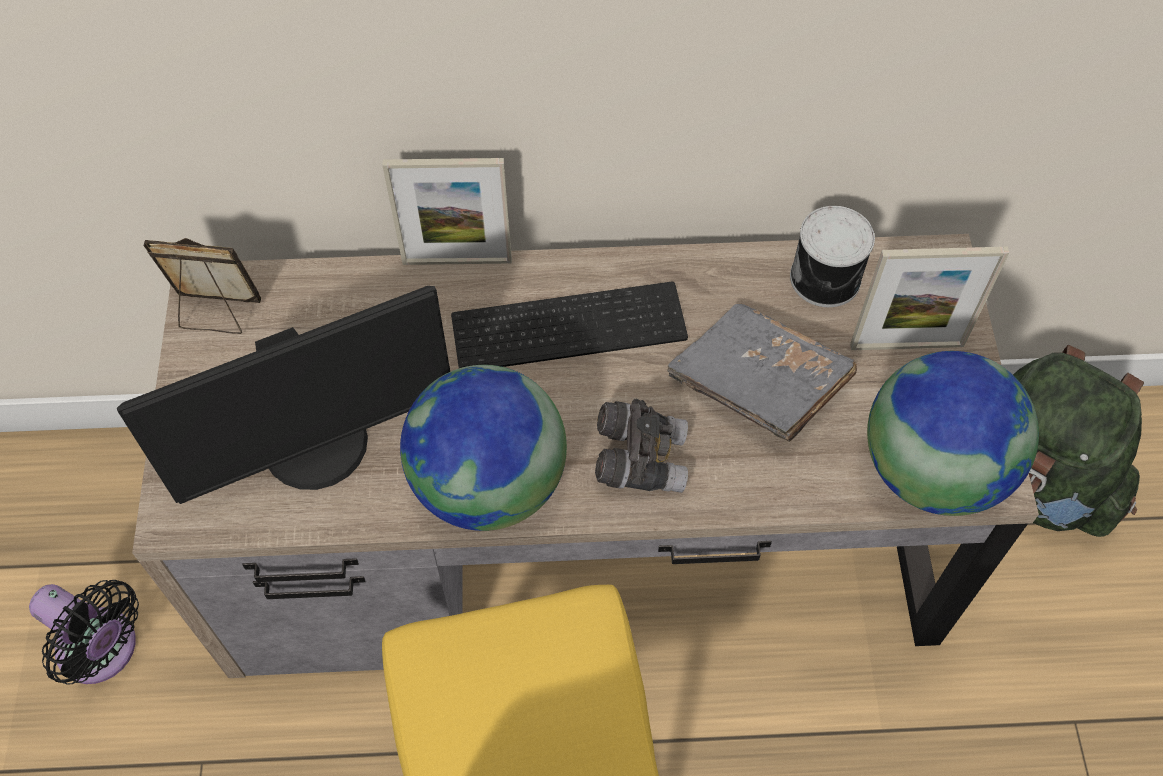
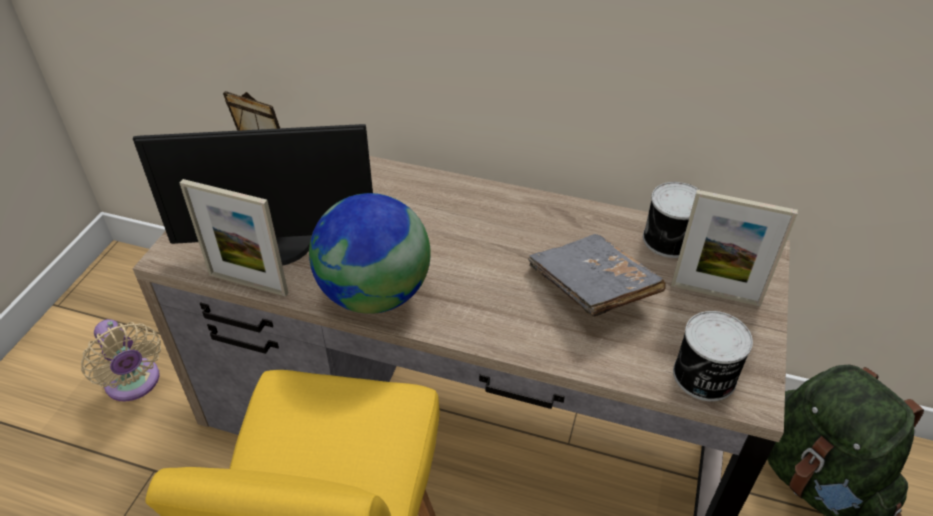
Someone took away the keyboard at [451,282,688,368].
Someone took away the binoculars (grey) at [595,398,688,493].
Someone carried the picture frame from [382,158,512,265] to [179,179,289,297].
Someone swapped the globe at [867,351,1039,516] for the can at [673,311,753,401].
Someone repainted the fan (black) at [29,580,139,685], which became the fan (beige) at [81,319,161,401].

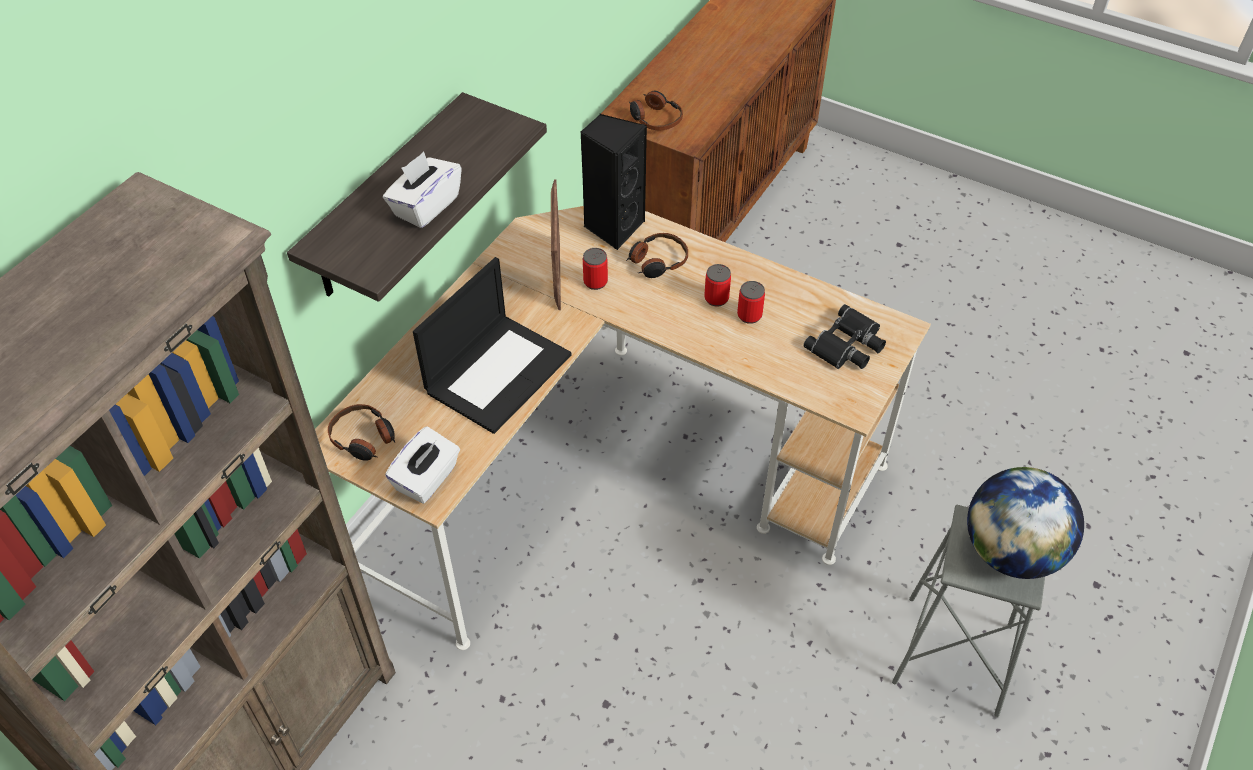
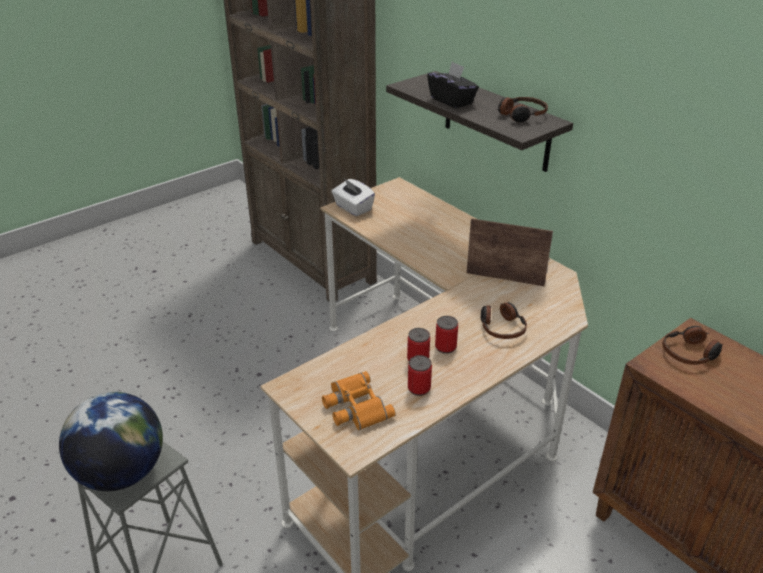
Someone took away the laptop at [413,257,571,434].
Someone took away the speaker (black) at [580,113,647,250].
Someone carried the headphones from [328,404,396,461] to [496,97,548,123].
Someone carried the can from [583,248,608,290] to [408,355,432,396].
Someone repainted the tissue box (white) at [383,152,462,228], which became the tissue box (black) at [427,62,479,108].
Someone repainted the binoculars (black) at [803,304,886,369], which became the binoculars (orange) at [322,371,396,430].

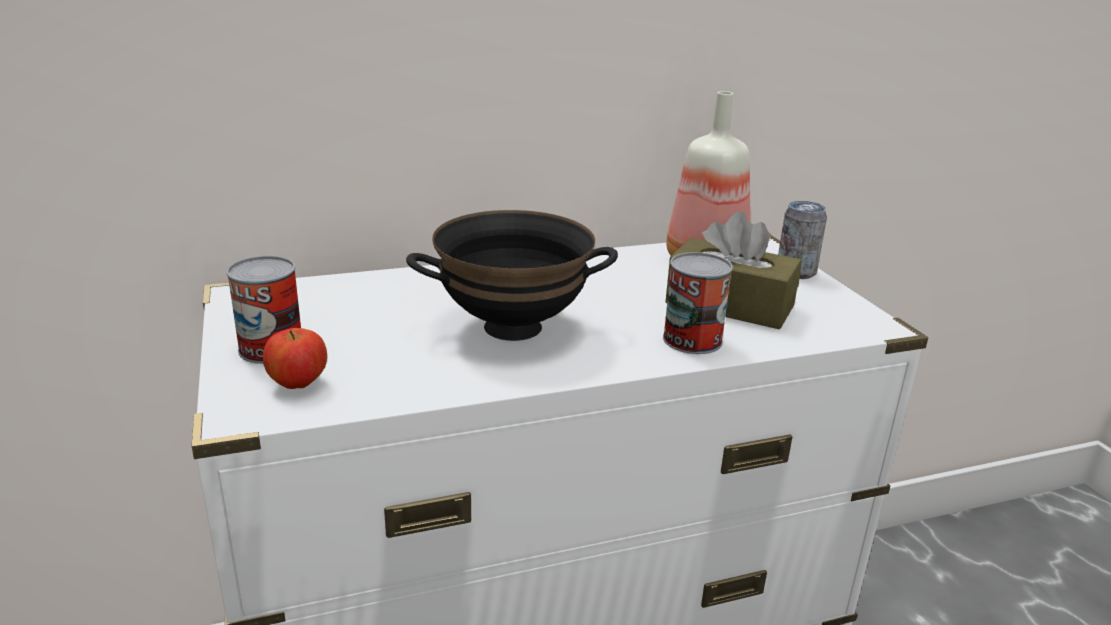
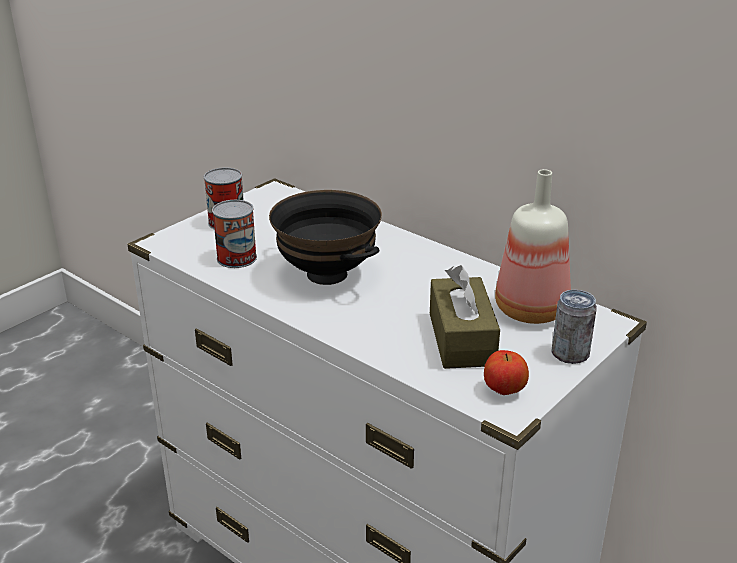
Someone carried the apple from [263,328,327,389] to [484,350,529,395].
Someone carried the can from [663,252,733,354] to [212,200,257,268].

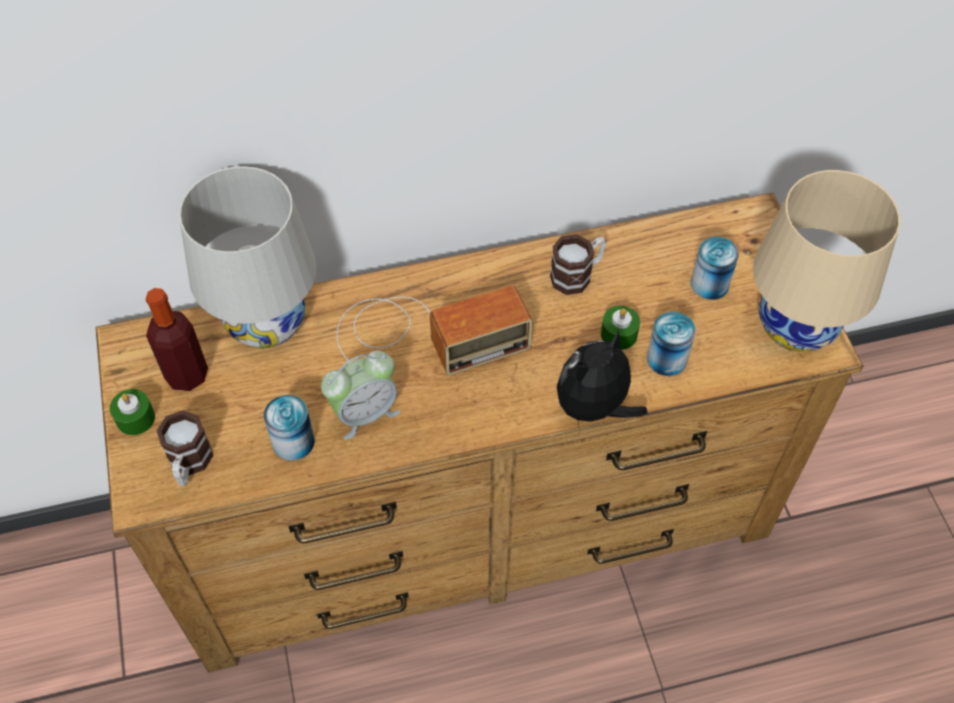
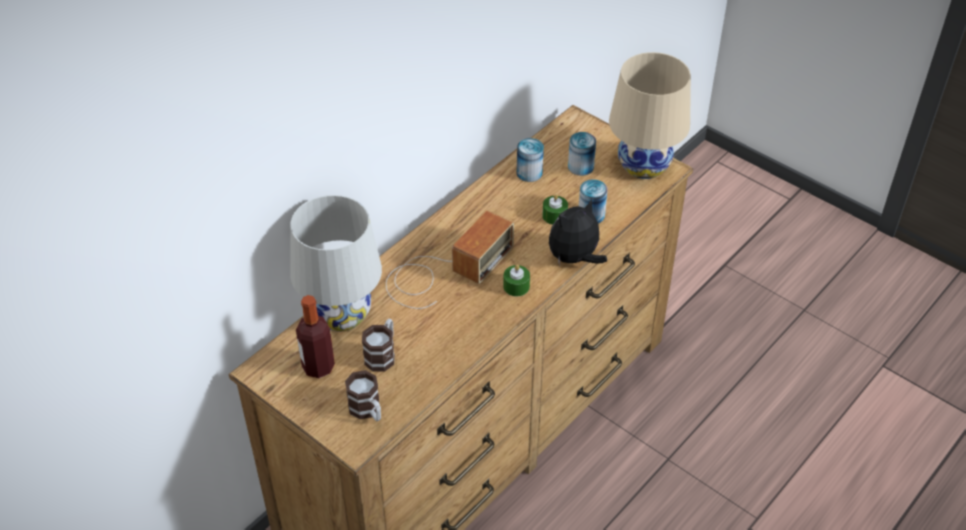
Someone took away the alarm clock at [321,351,400,440].
Someone carried the candle (green) from [110,389,155,435] to [503,265,530,296].
Someone carried the can from [264,395,315,461] to [517,138,544,182].
Someone carried the mug from [550,234,606,295] to [362,319,395,372].
Someone rotated the plush toy at [557,329,647,431] by 45 degrees clockwise.

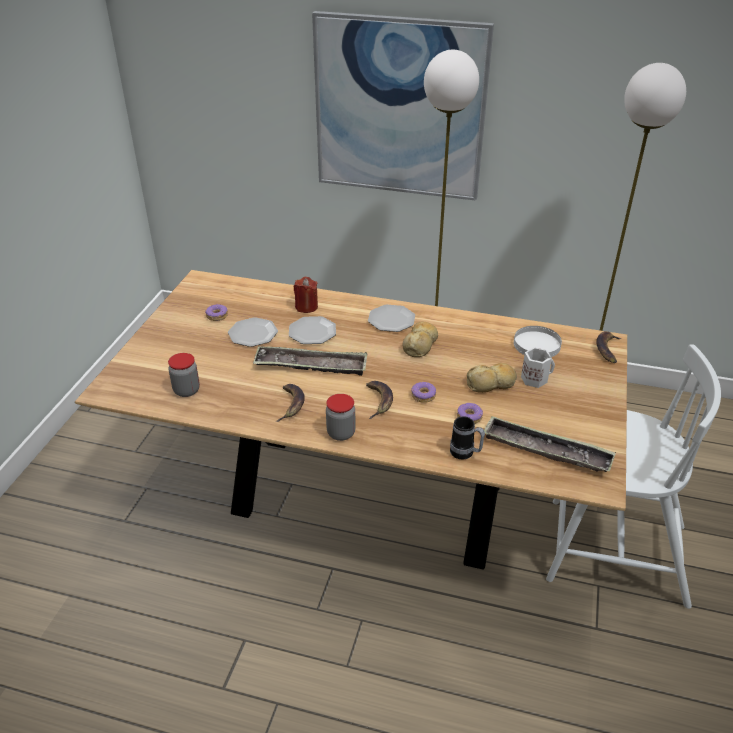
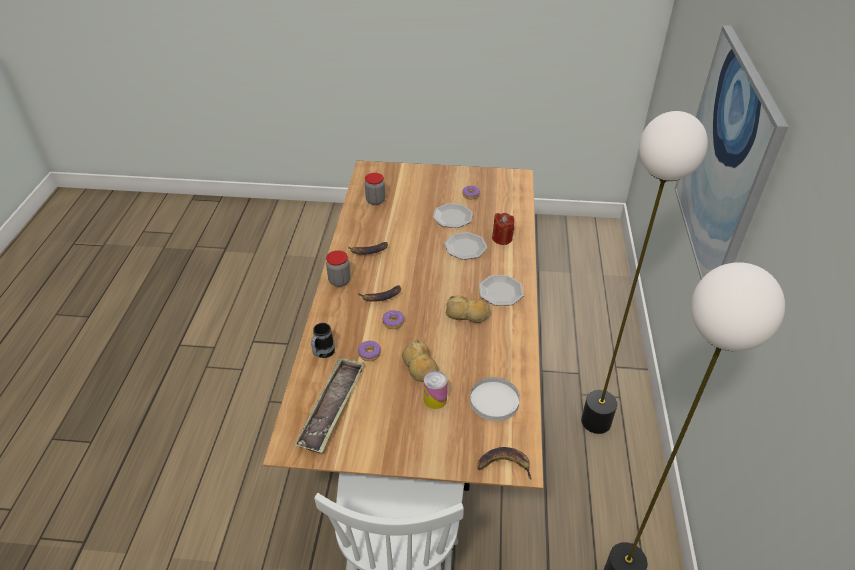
Someone took away the tray at [253,346,368,376].
Someone swapped the mug (white) at [521,347,555,388] for the can at [424,371,447,409].

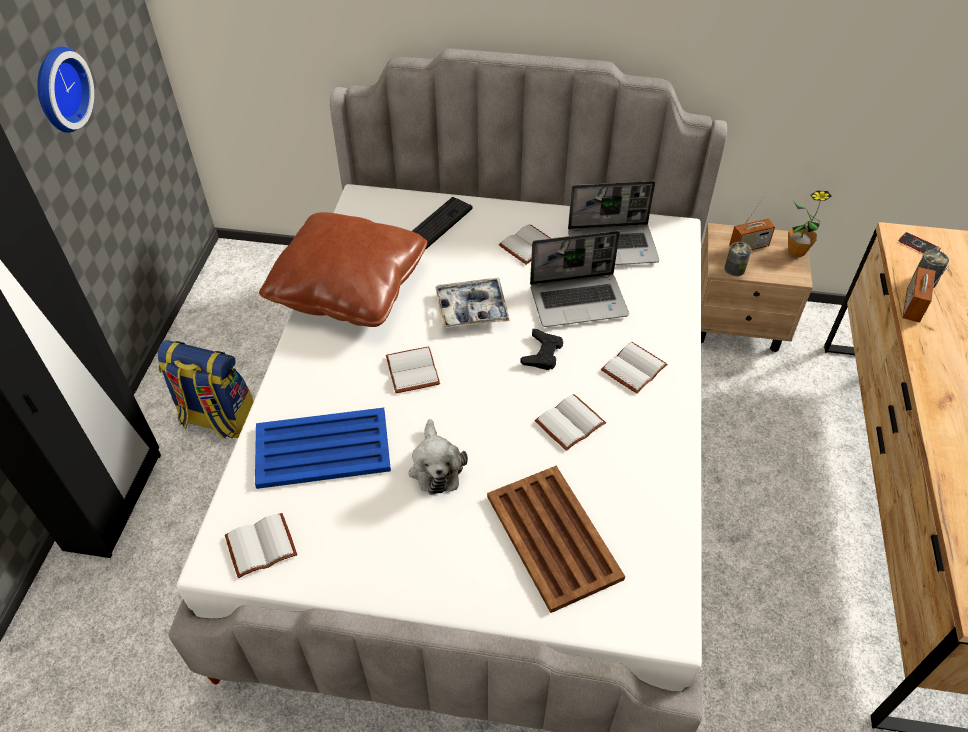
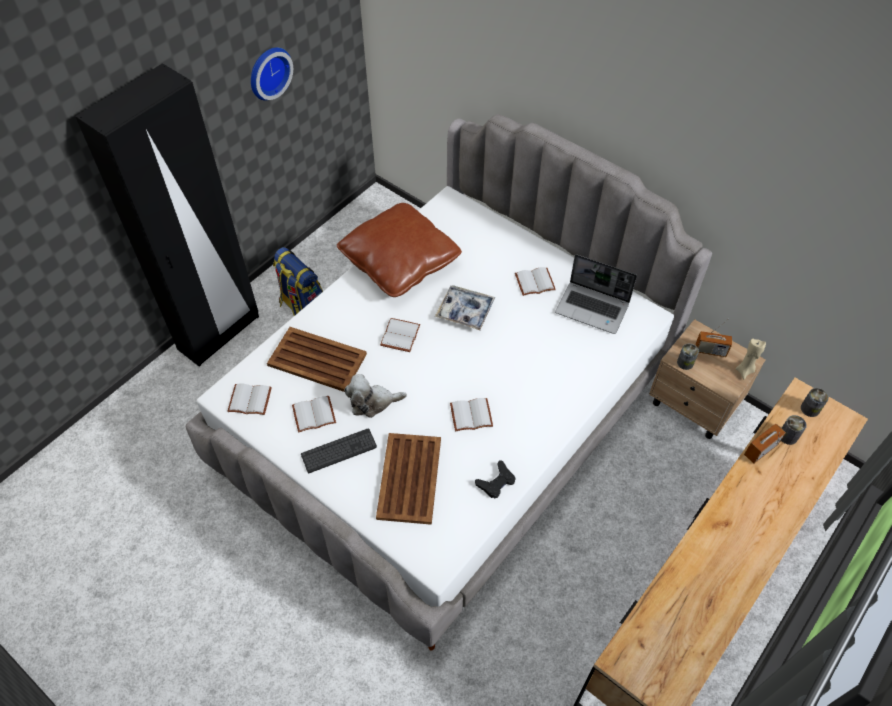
Someone took away the laptop at [530,231,629,327].
Someone carried the keyboard from [412,197,472,250] to [301,428,377,473].
Someone carried the game controller (black) from [520,329,563,370] to [475,460,516,498].
Someone carried the book (white) from [601,342,668,394] to [292,396,336,432].
Someone swapped the potted plant at [788,191,831,257] for the candle (beige) at [735,338,766,380].
Someone swapped the phone at [899,232,941,253] for the can at [801,388,829,417].
Someone repainted the tray (blue) at [255,408,391,489], which became the tray (brown) at [267,327,367,392].
Someone rotated the plush toy at [409,419,468,495] by 60 degrees clockwise.

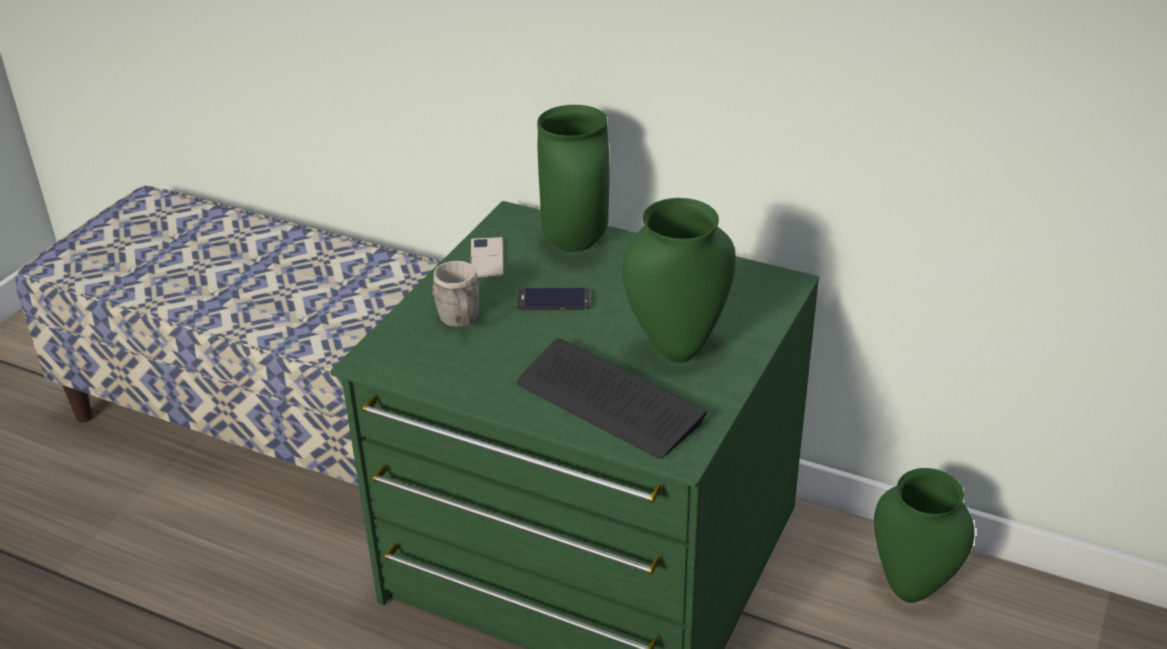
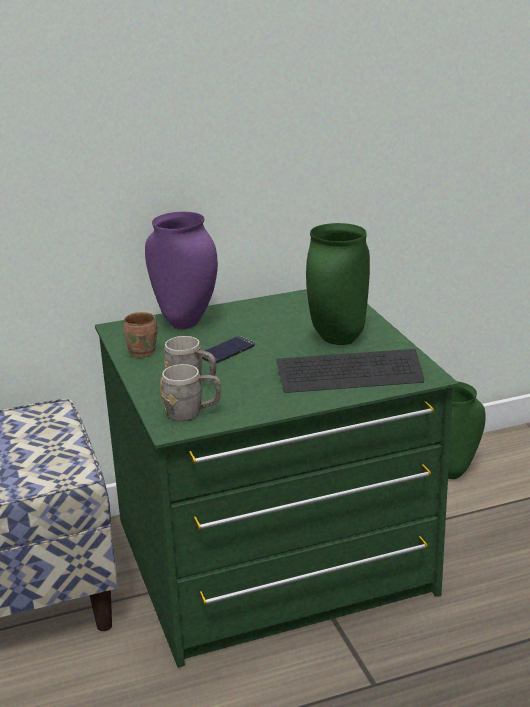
Someone put down the mug (grey) at [160,364,221,421].
Someone swapped the phone at [471,237,504,278] for the mug (brown) at [123,312,157,357].
Someone repainted the vase (green) at [537,105,610,252], which became the vase (purple) at [145,212,218,329].

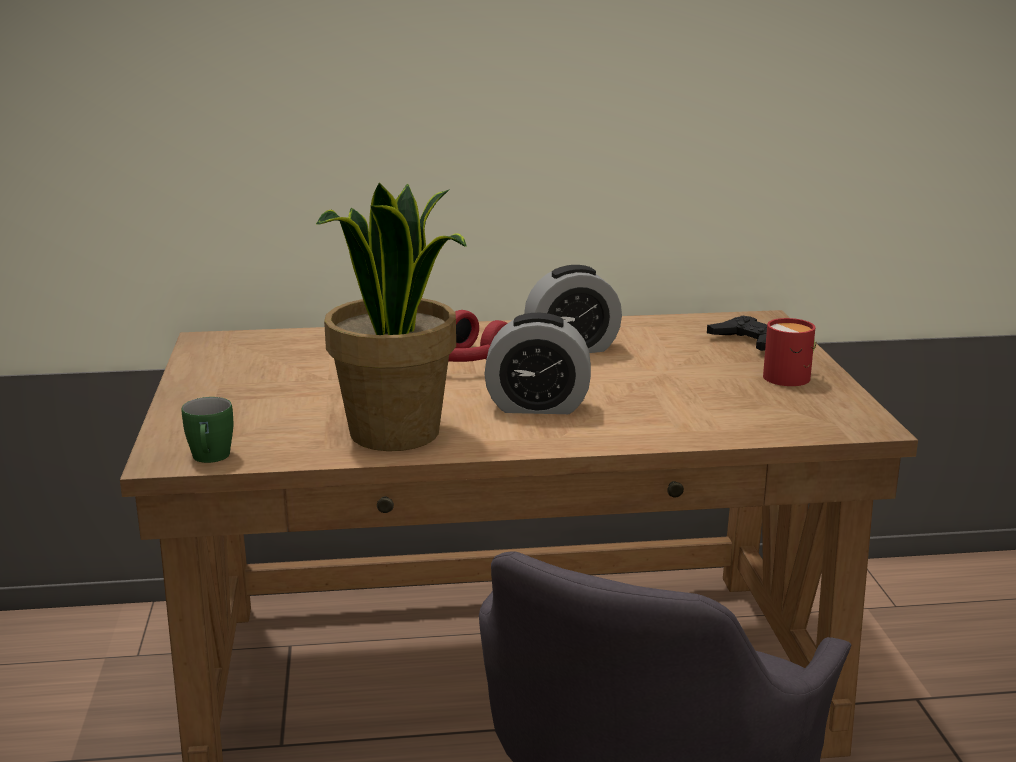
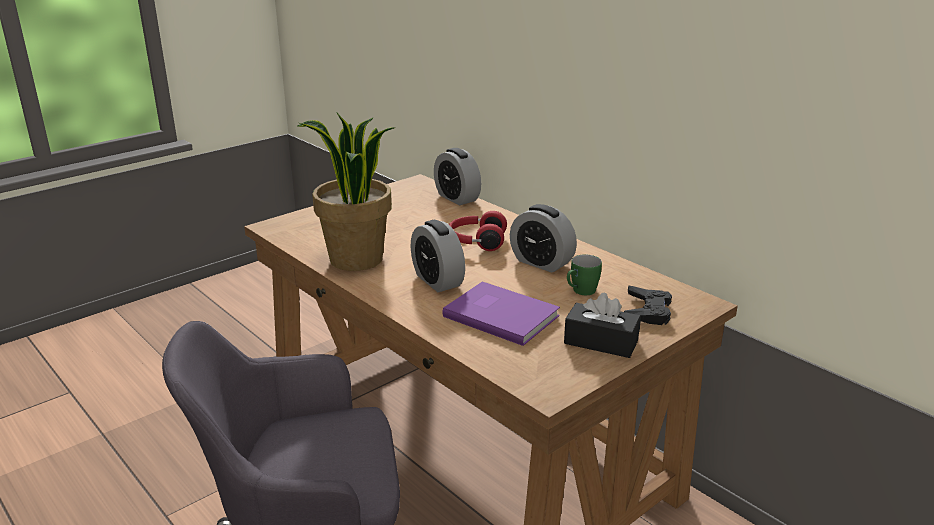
Someone put down the alarm clock at [434,148,481,205].
Someone put down the book (purple) at [442,282,560,346].
Someone carried the mug (green) from [181,397,233,463] to [567,254,602,295].
Someone swapped the mug (red) at [763,318,817,386] for the tissue box (black) at [564,293,641,358].

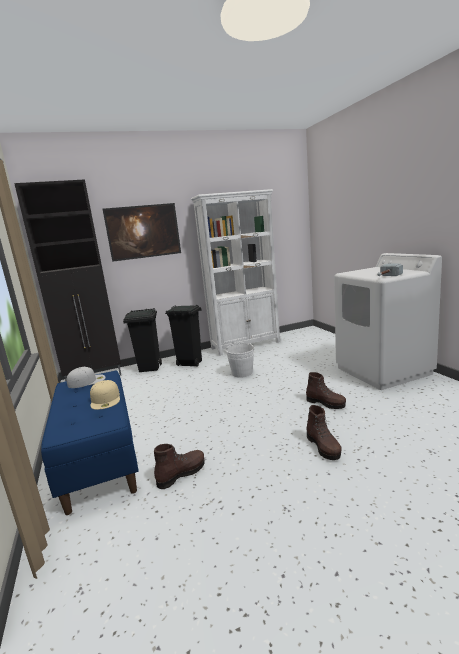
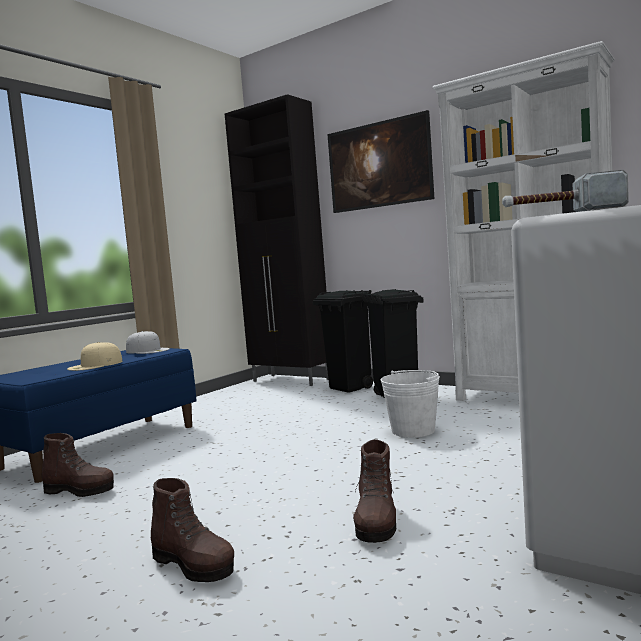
Someone rotated the boot (brown) at [306,405,342,460] by 90 degrees counterclockwise.

